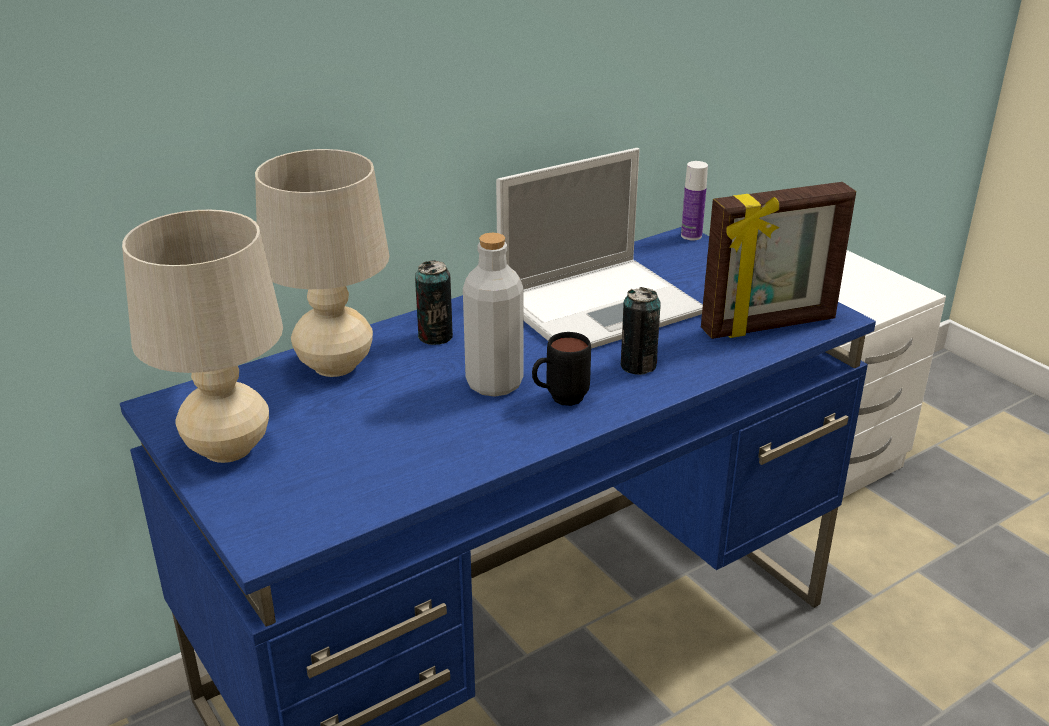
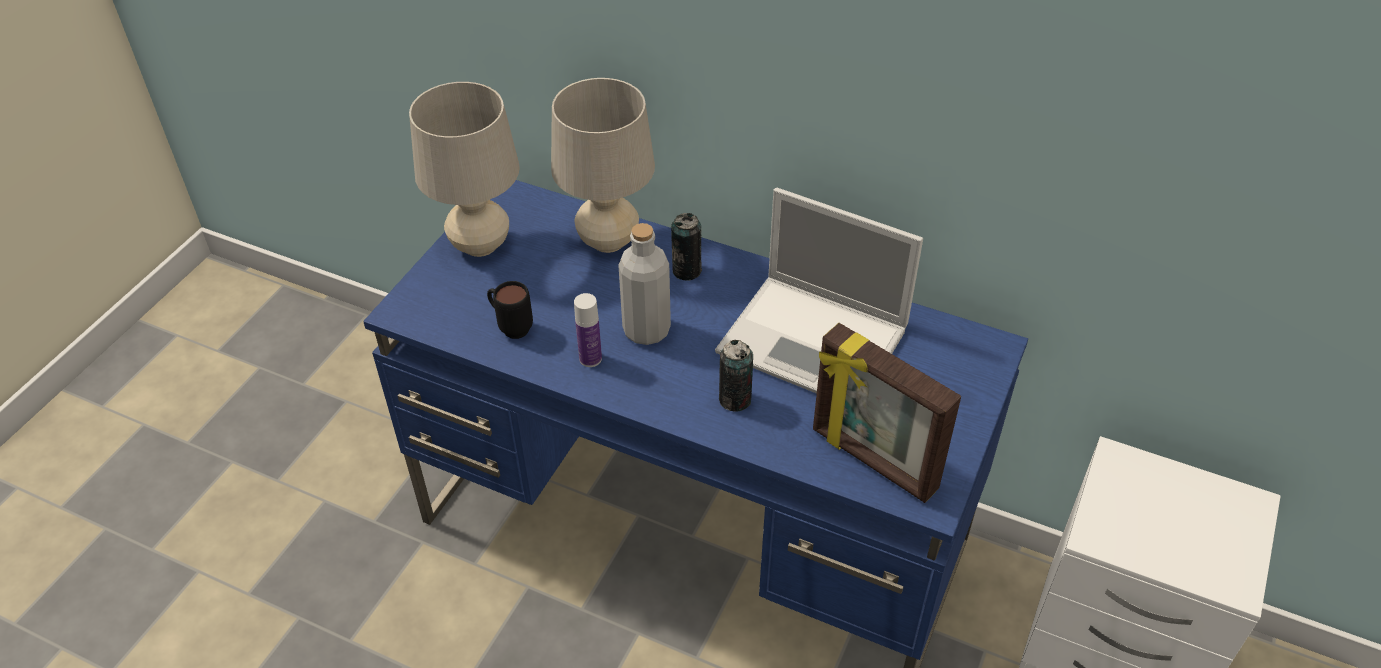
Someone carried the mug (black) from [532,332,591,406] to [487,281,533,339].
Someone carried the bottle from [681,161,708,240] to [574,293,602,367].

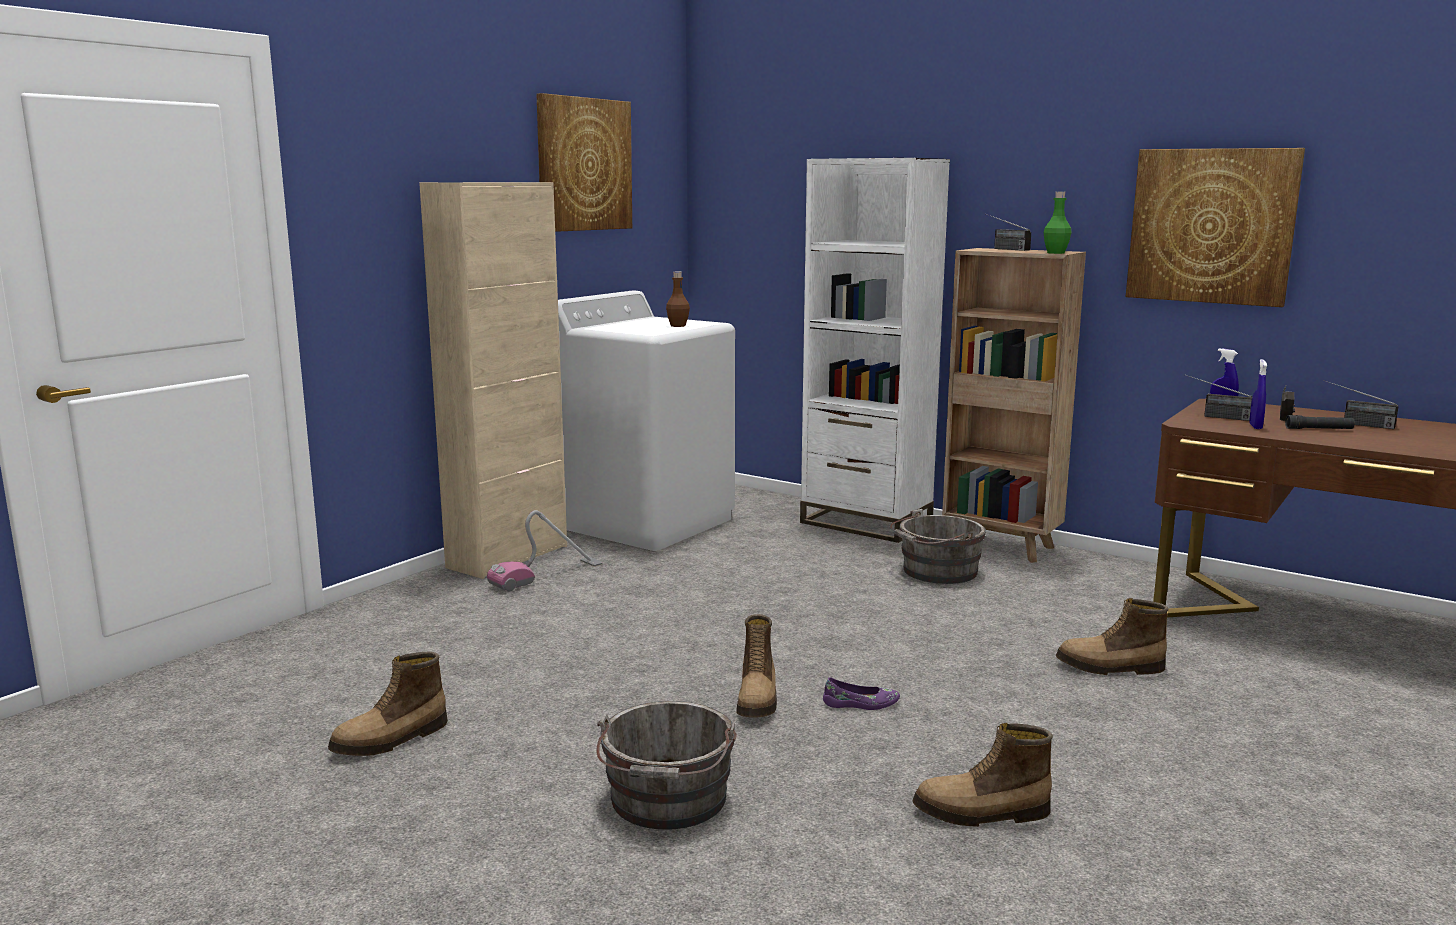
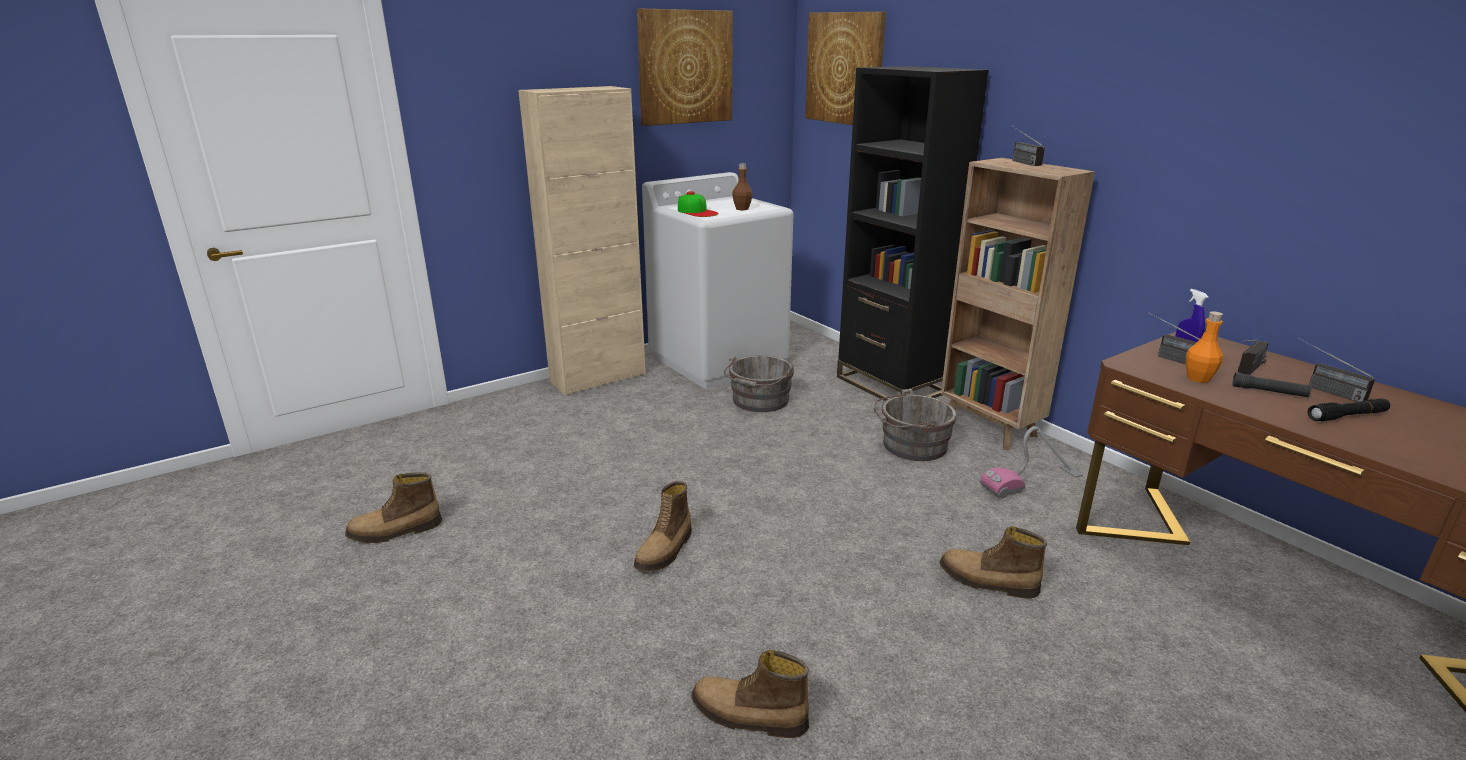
Someone took away the shoe (purple) at [823,677,900,710].
Someone took away the bottle (green) at [1044,191,1072,254].
Someone put down the cap at [678,191,719,217].
Someone put down the flashlight (black) at [1308,398,1390,421].
Someone carried the vacuum cleaner from [487,510,603,591] to [980,426,1083,498].
Someone carried the bucket (grey) from [596,701,737,830] to [724,355,794,412].
Someone carried the picture from [1126,148,1305,307] to [805,12,886,125].
Someone swapped the spray bottle (blue) at [1249,359,1267,429] for the bottle (orange) at [1186,311,1223,383].
Someone repainted the bookcase (white) at [800,158,950,543], which became the bookcase (black) at [837,66,989,401].

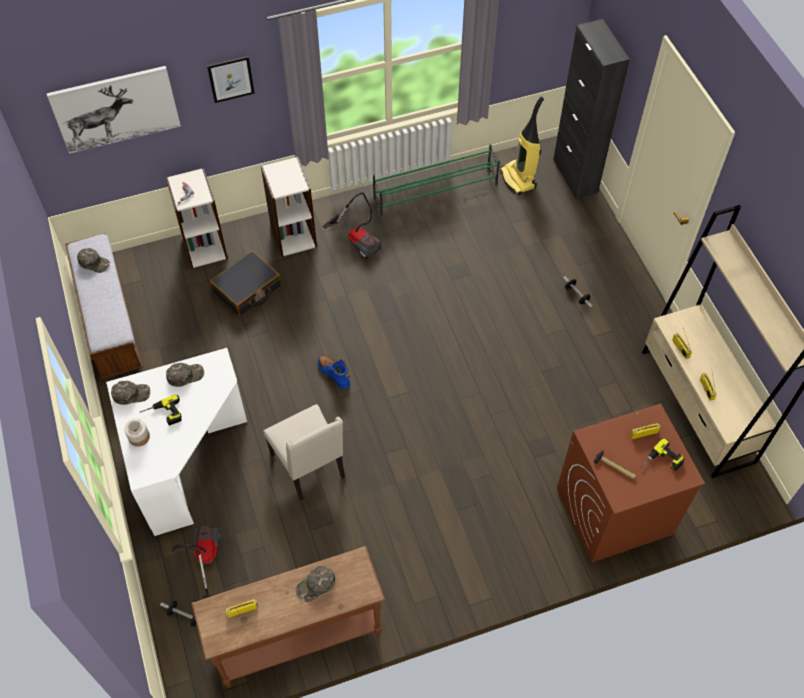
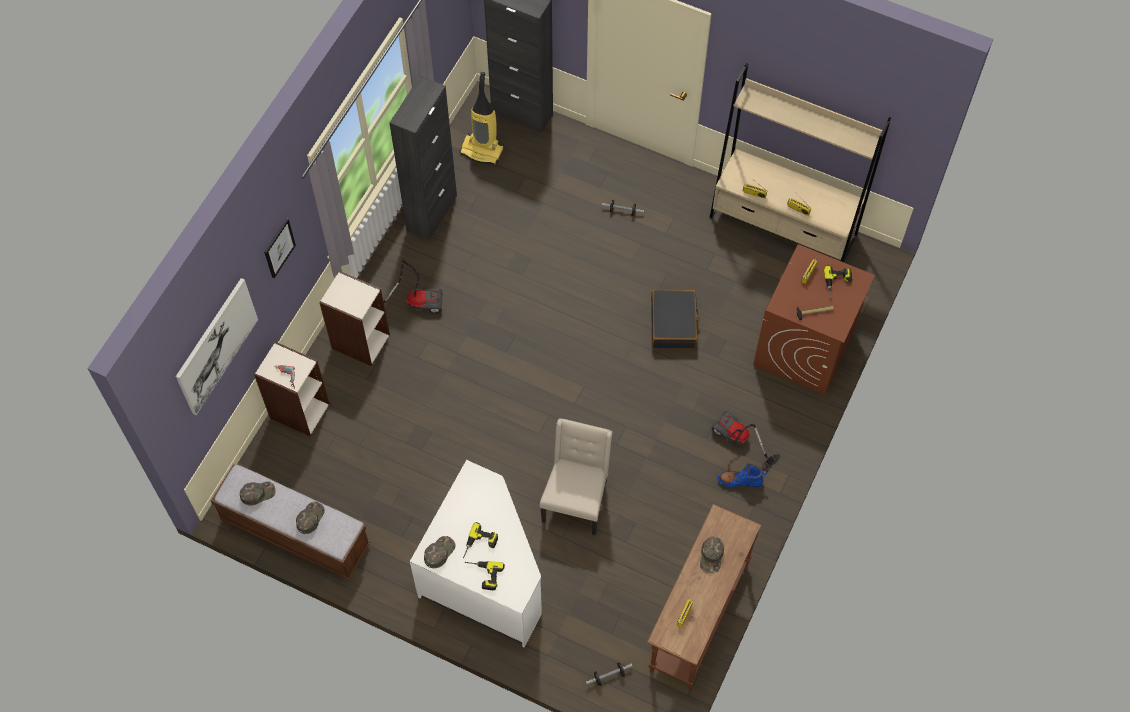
Someone carried the cap (green) from [166,363,204,387] to [296,502,325,534].
Someone carried the vacuum cleaner from [172,526,220,602] to [711,411,781,472].
Someone carried the suitcase (black) from [210,251,282,316] to [651,289,700,349].
Someone carried the boot (blue) from [317,356,350,390] to [717,463,767,488].
Someone swapped the jar at [125,419,150,447] for the power drill at [465,561,505,590].
Someone swapped the shoe rack (green) at [373,144,500,217] for the cabinet (black) at [390,76,457,240].
Someone rotated the chair (beige) at [263,404,345,501] by 90 degrees counterclockwise.

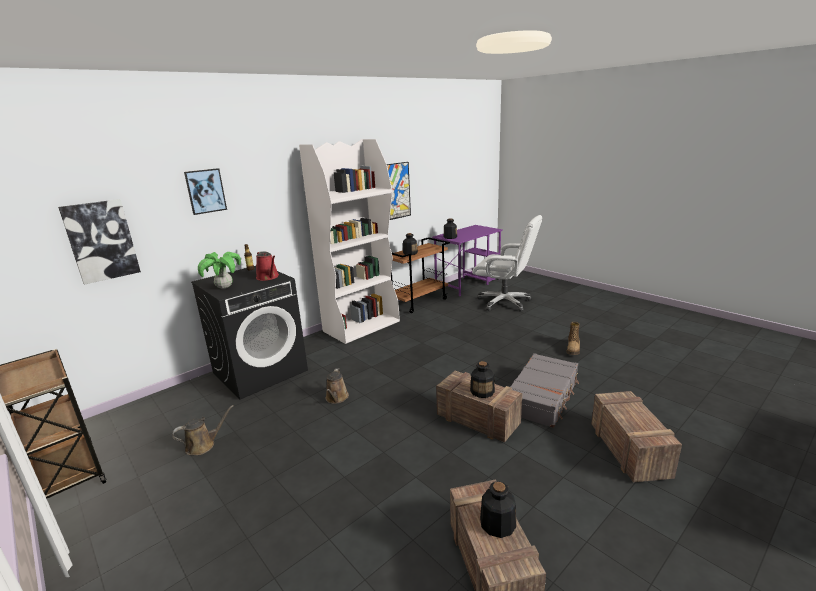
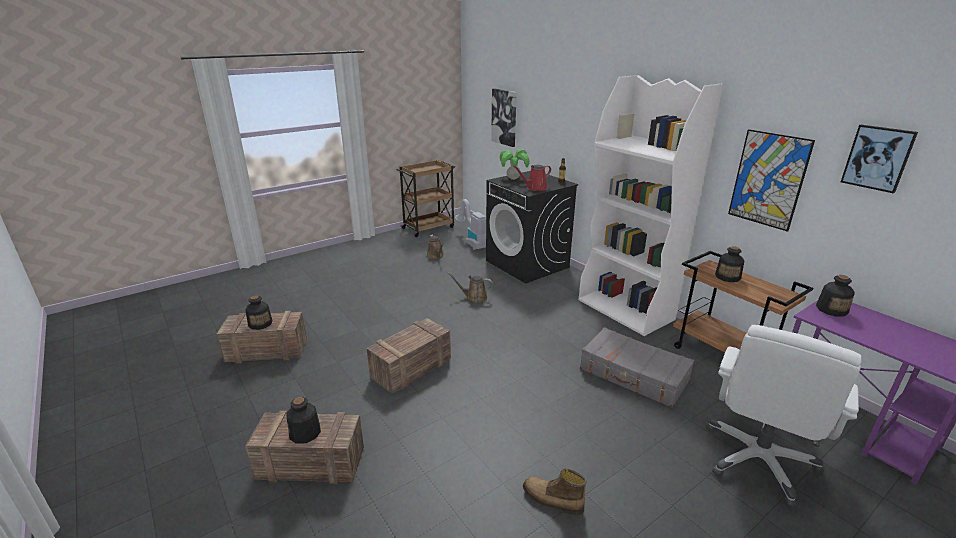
Someone put down the vacuum cleaner at [455,199,486,250].
Someone carried the picture from [184,168,227,215] to [841,124,918,193].
Someone carried the bottle from [470,361,495,398] to [286,397,321,444].
Someone carried the suitcase (grey) from [510,353,579,428] to [580,327,694,408].

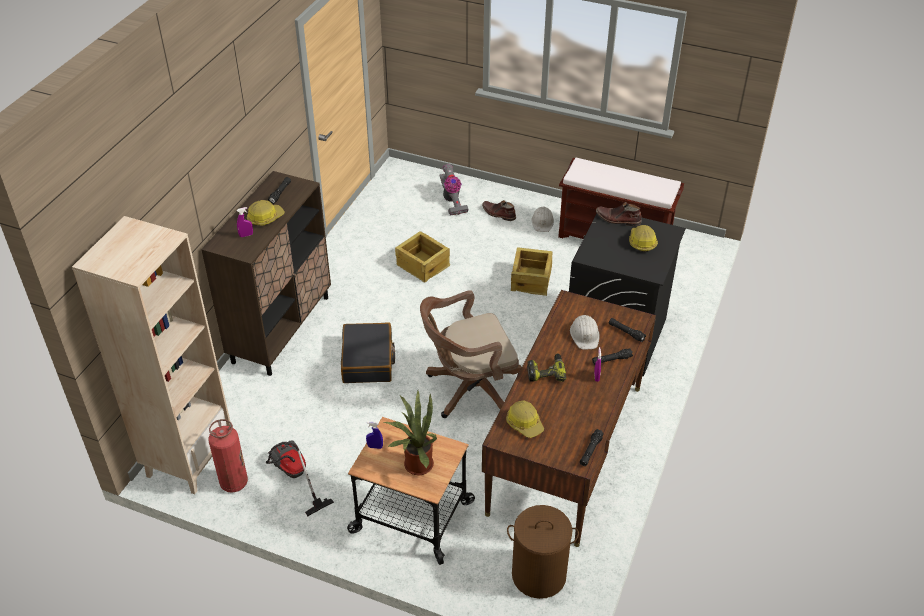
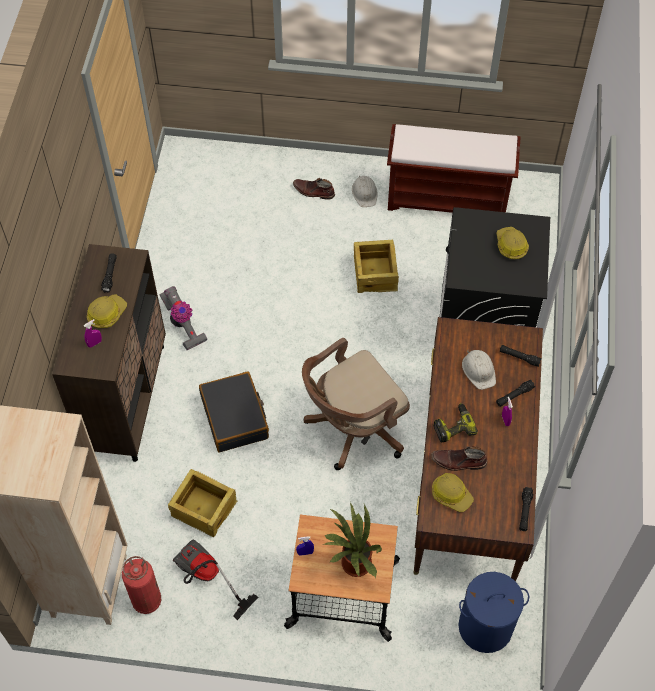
Someone carried the crate from [395,231,450,283] to [168,469,237,537].
Someone carried the vacuum cleaner from [439,164,469,216] to [159,286,207,351].
Someone carried the boot (brown) from [596,202,642,226] to [431,446,487,471].
Someone repainted the laundry basket (brown) at [507,505,579,599], which became the laundry basket (blue) at [459,572,529,653].

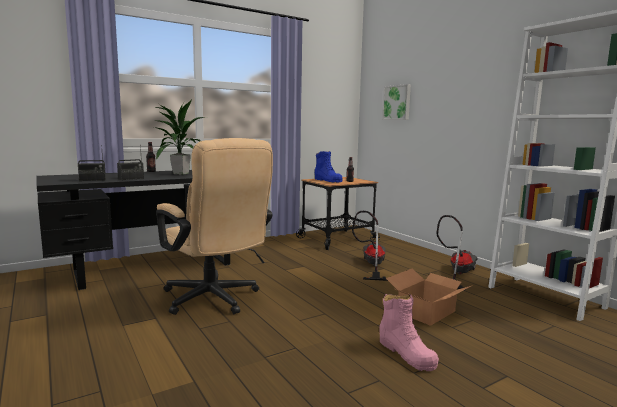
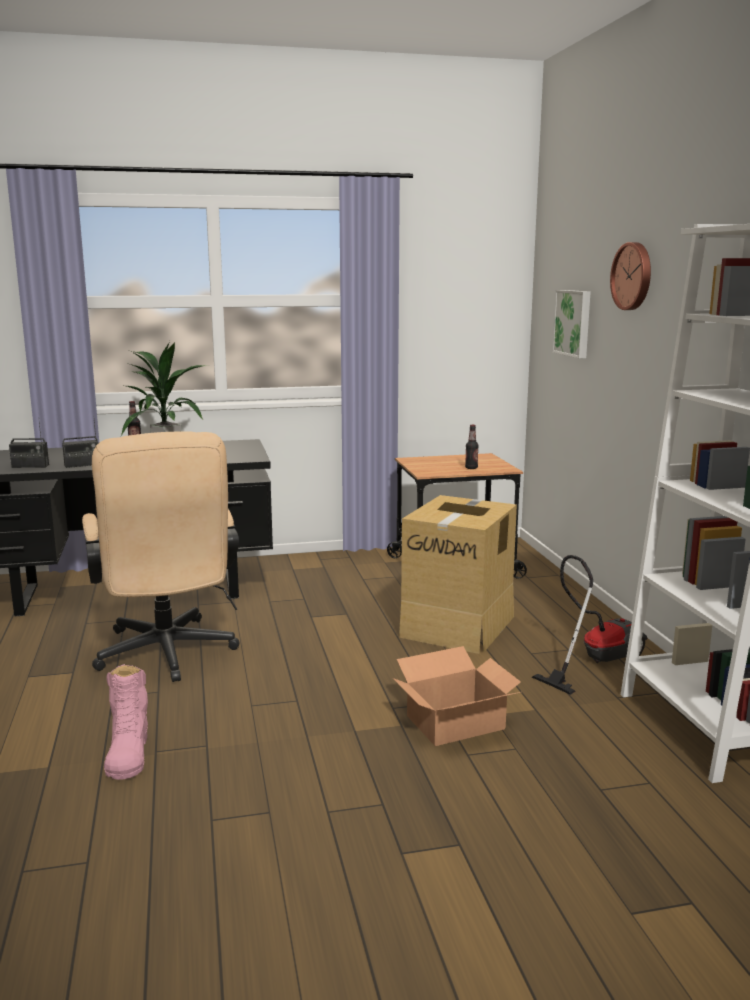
Someone took away the boot (blue) at [315,151,343,182].
Someone put up the wall clock at [610,242,651,310].
Someone carried the boot (pink) from [379,294,439,371] to [104,664,148,780].
Someone swapped the vacuum cleaner at [352,211,388,281] for the cardboard box at [399,495,517,654].

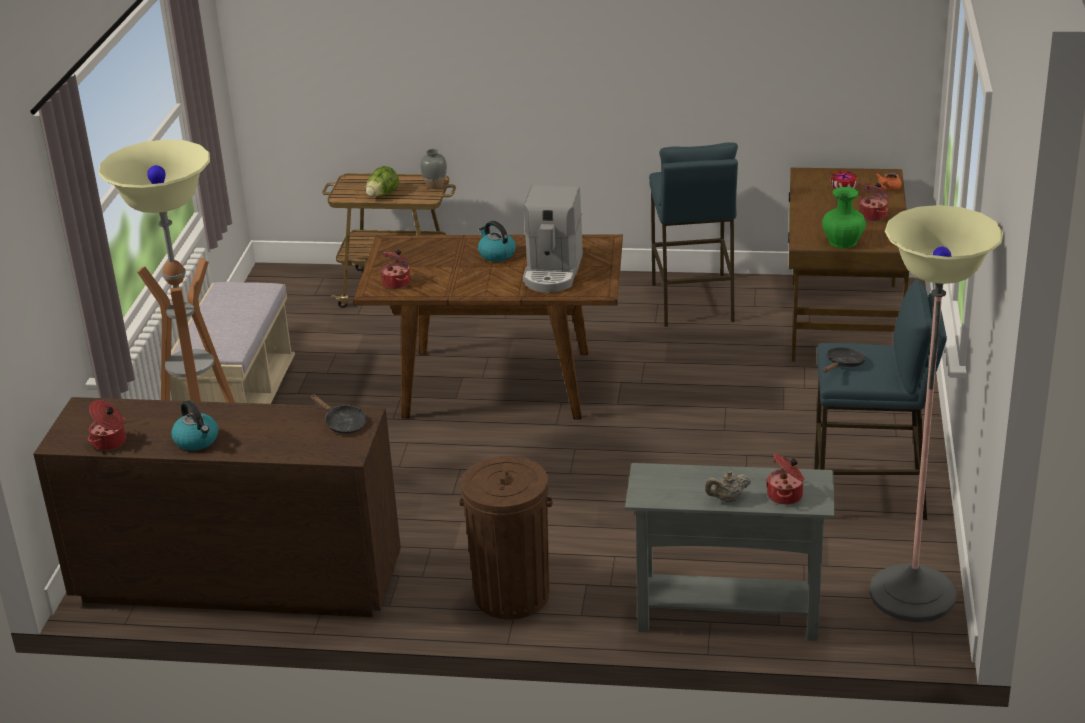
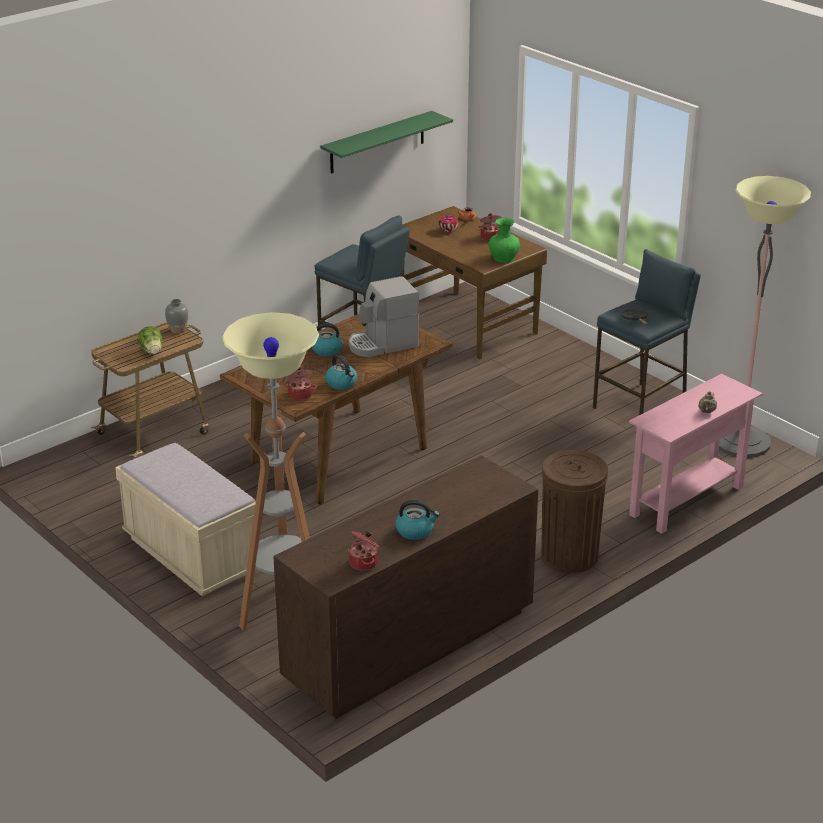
Someone took away the frying pan (black) at [310,395,367,434].
Someone took away the cooking pot at [766,454,804,505].
Someone put up the shelf (green) at [320,111,453,174].
Someone put down the kettle at [325,355,357,389].
Someone repainted the console table (grey) at [625,463,835,641], which became the console table (pink) at [629,374,763,534].
Someone rotated the coffee machine at [523,186,583,293] by 105 degrees clockwise.

